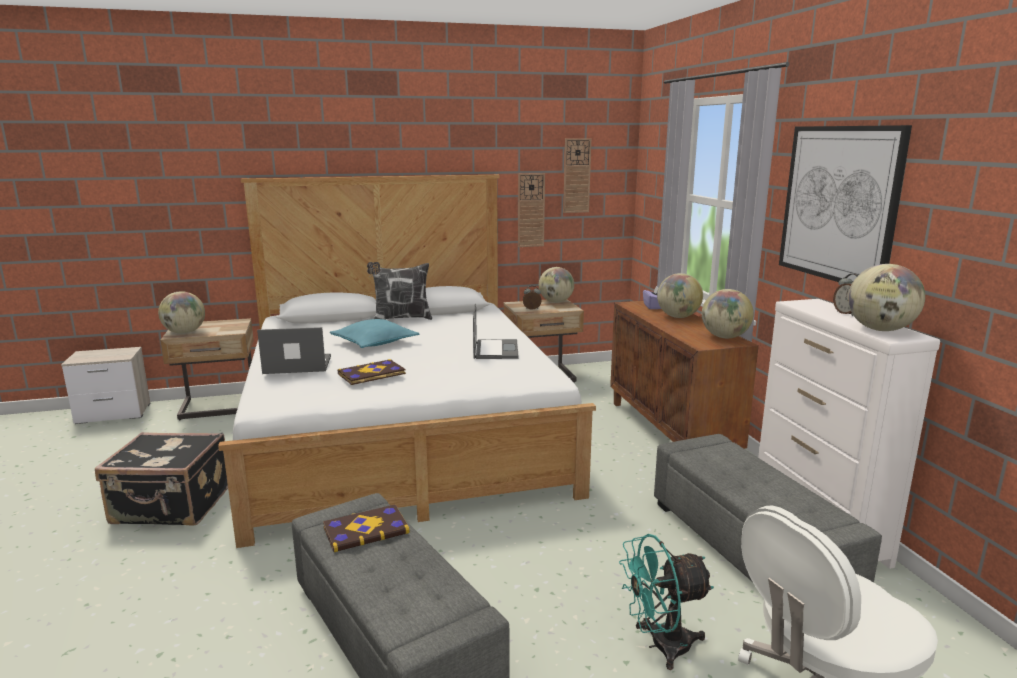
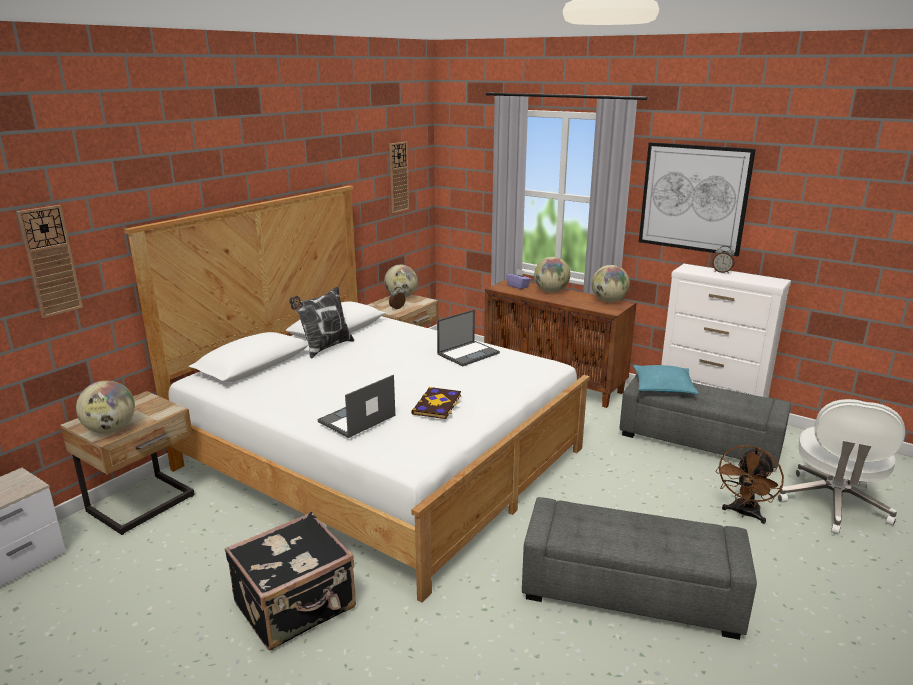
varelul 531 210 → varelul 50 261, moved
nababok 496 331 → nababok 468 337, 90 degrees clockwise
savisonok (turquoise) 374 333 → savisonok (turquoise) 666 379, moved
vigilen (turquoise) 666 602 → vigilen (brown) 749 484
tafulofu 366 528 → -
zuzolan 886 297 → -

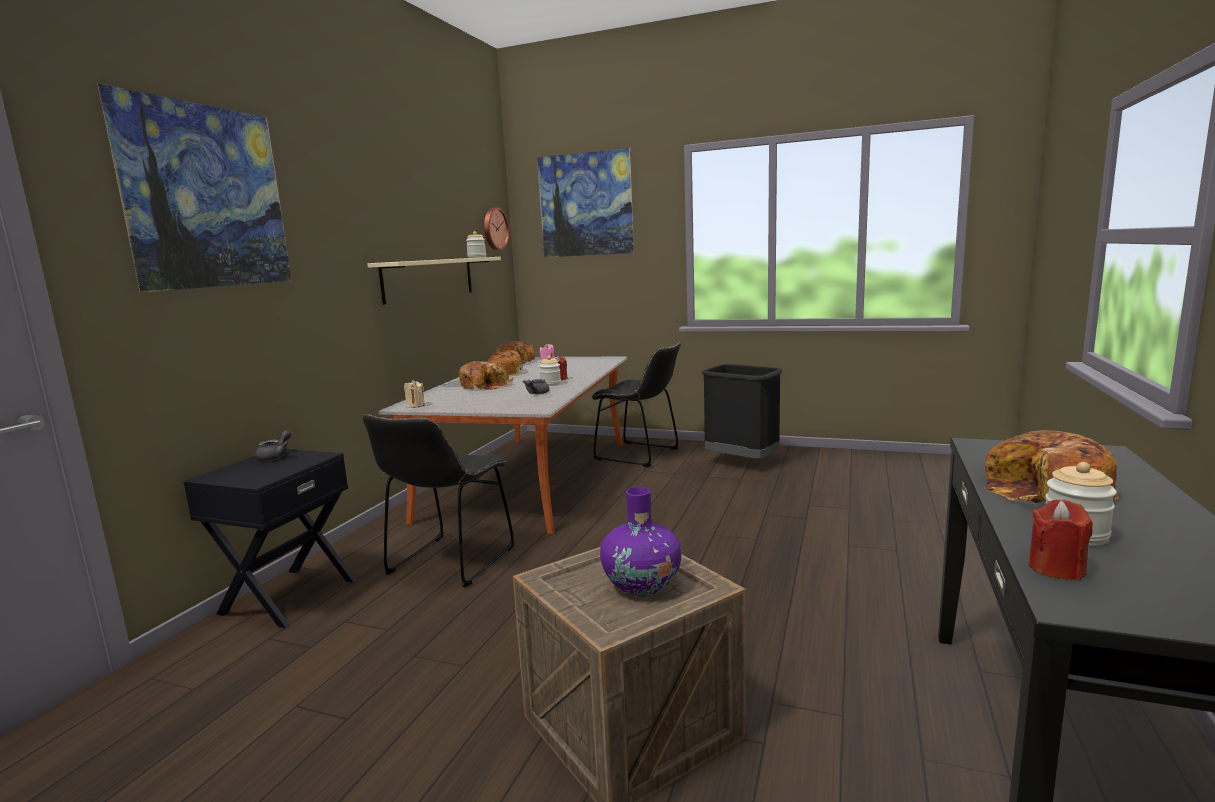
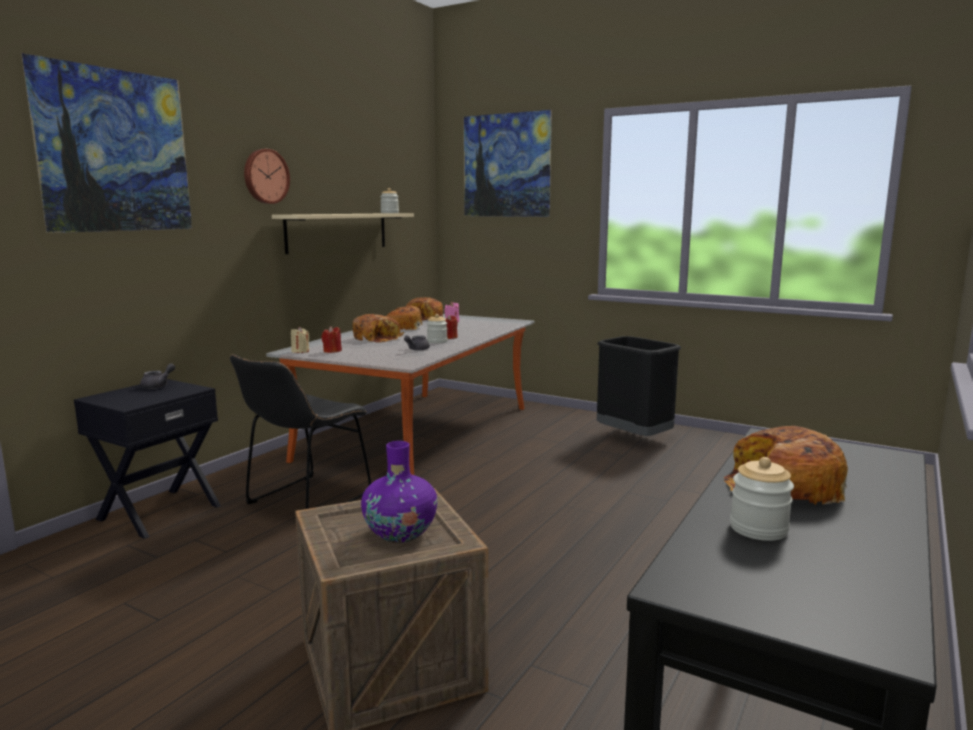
varelul 496 229 → varelul 267 176, moved
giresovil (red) 1060 540 → giresovil (red) 331 339, moved
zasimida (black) 636 404 → -

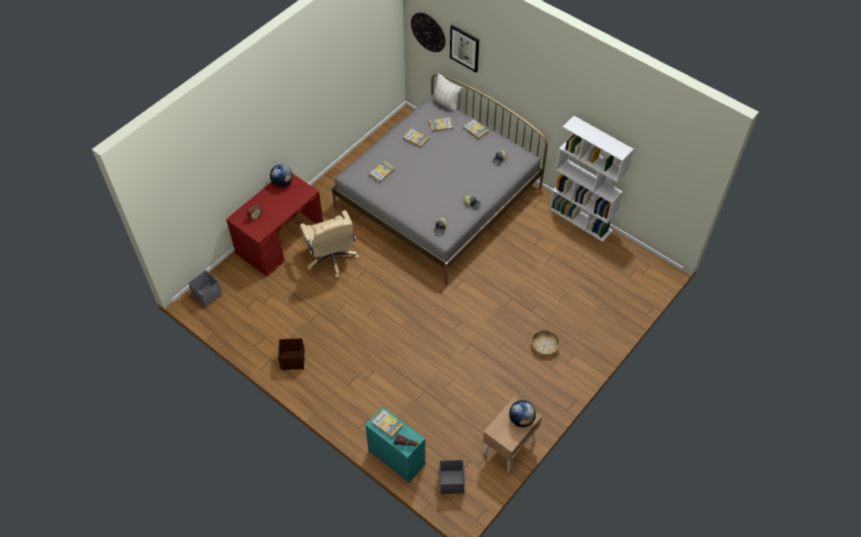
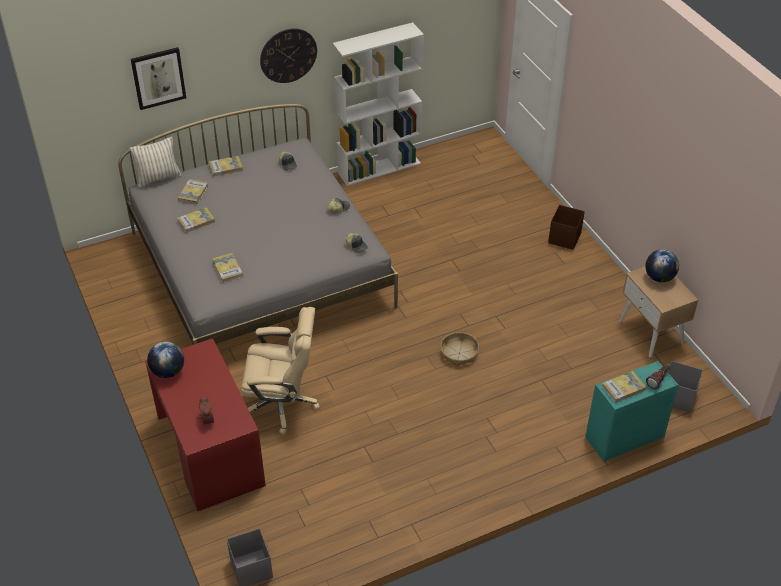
varelul 428 32 → varelul 288 55, moved
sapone 545 343 → sapone 460 349, moved
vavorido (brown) 291 354 → vavorido (brown) 566 227, moved

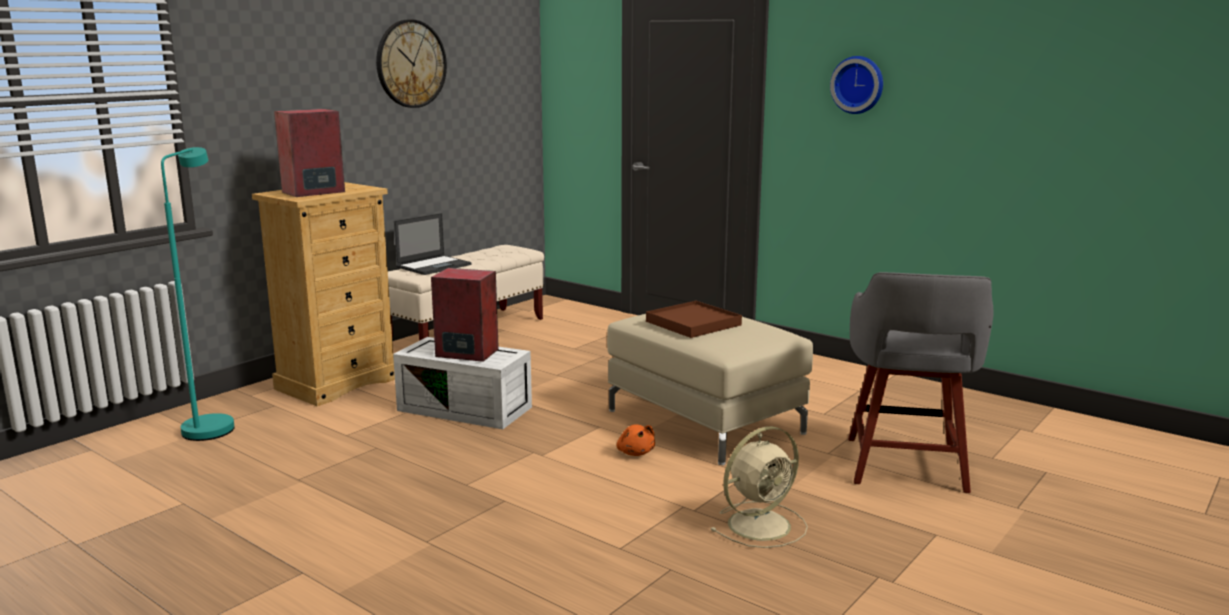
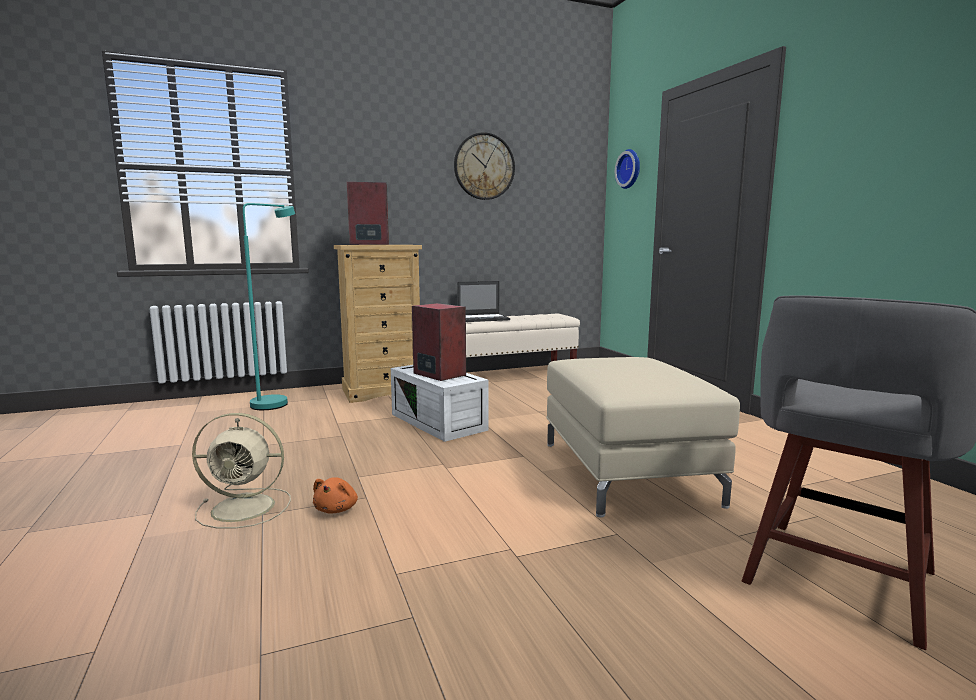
vigilen (beige) 759 487 → vigilen (beige) 241 471, moved
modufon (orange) 636 440 → modufon (orange) 335 495, moved
varelul 856 85 → varelul 627 169, moved
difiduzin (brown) 694 319 → -

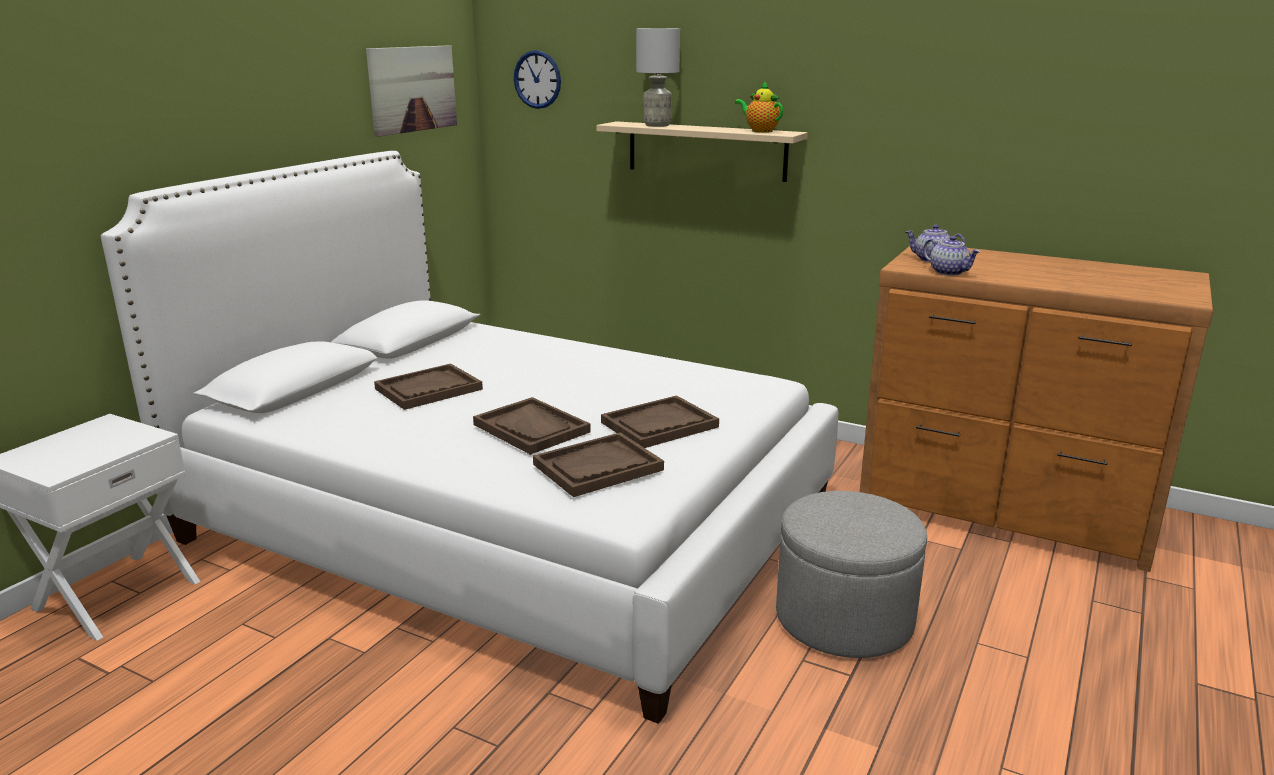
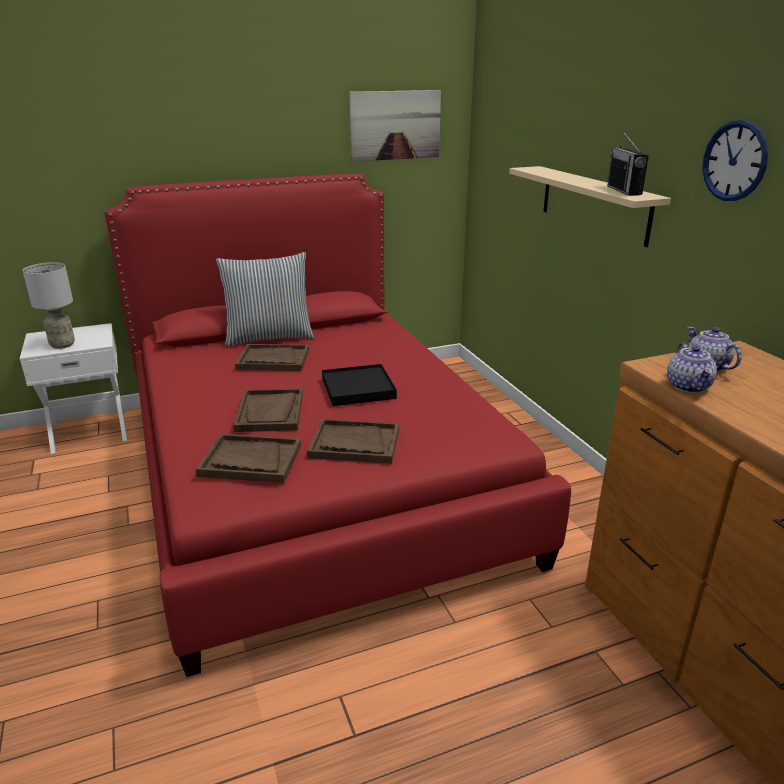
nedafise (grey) 658 77 → nedafise (grey) 49 305, moved
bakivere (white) 469 437 → bakivere (red) 337 425
- → savisonok 265 299
- → difiduzin (black) 359 385
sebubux 759 107 → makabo 628 163
varelul 537 79 → varelul 735 160, moved
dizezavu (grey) 851 574 → -

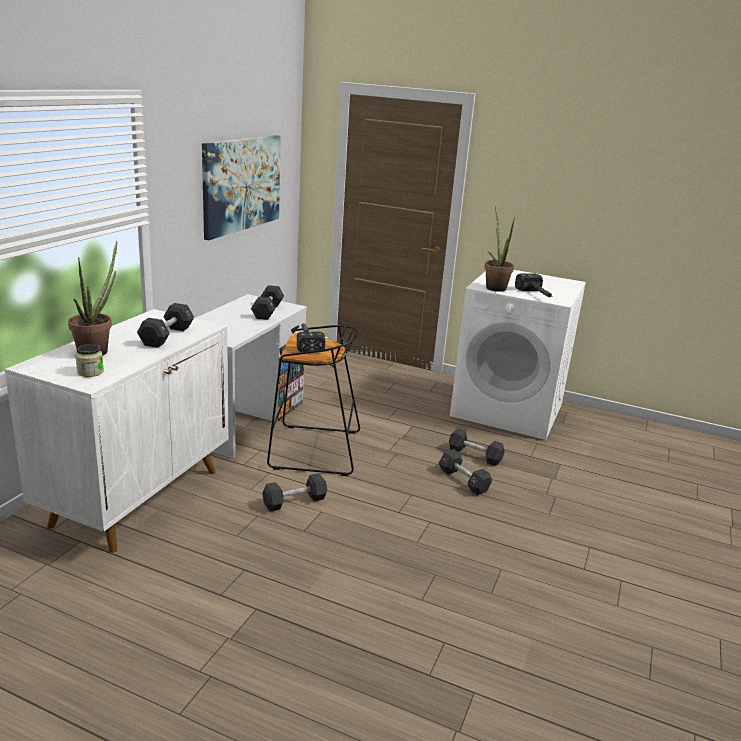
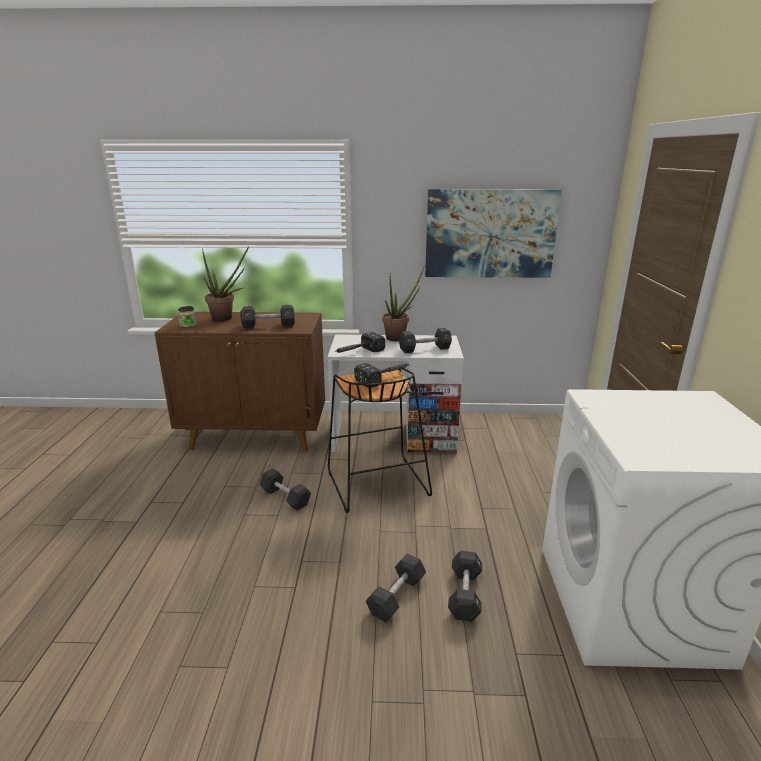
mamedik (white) 117 431 → mamedik (brown) 240 382
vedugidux 534 285 → vedugidux 359 342, moved
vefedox 499 249 → vefedox 403 304, moved

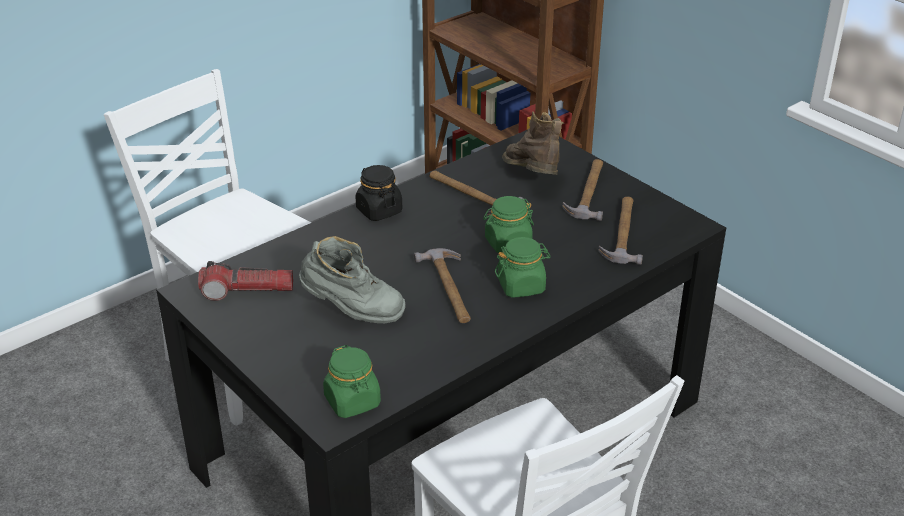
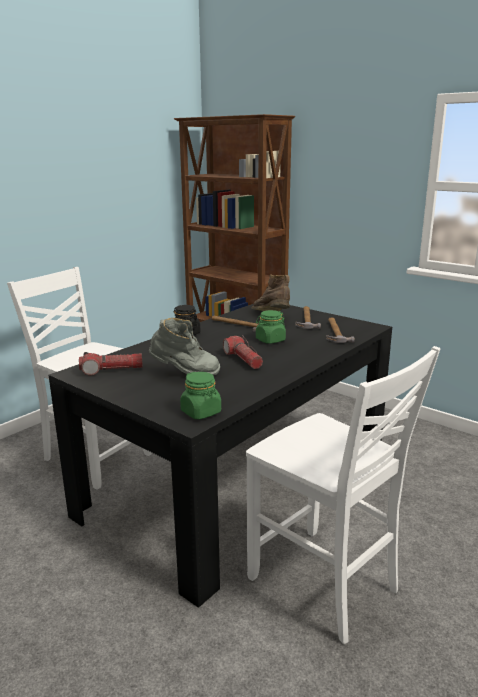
vedugidux 442 285 → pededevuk 243 352
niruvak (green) 523 267 → -

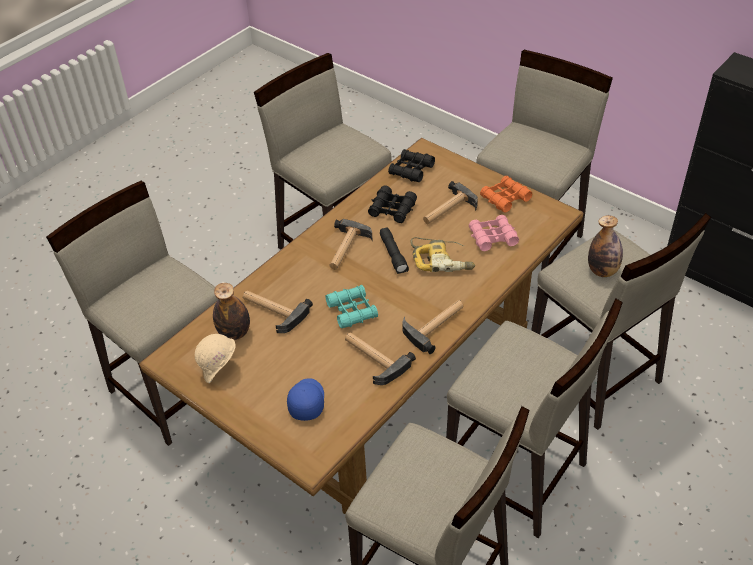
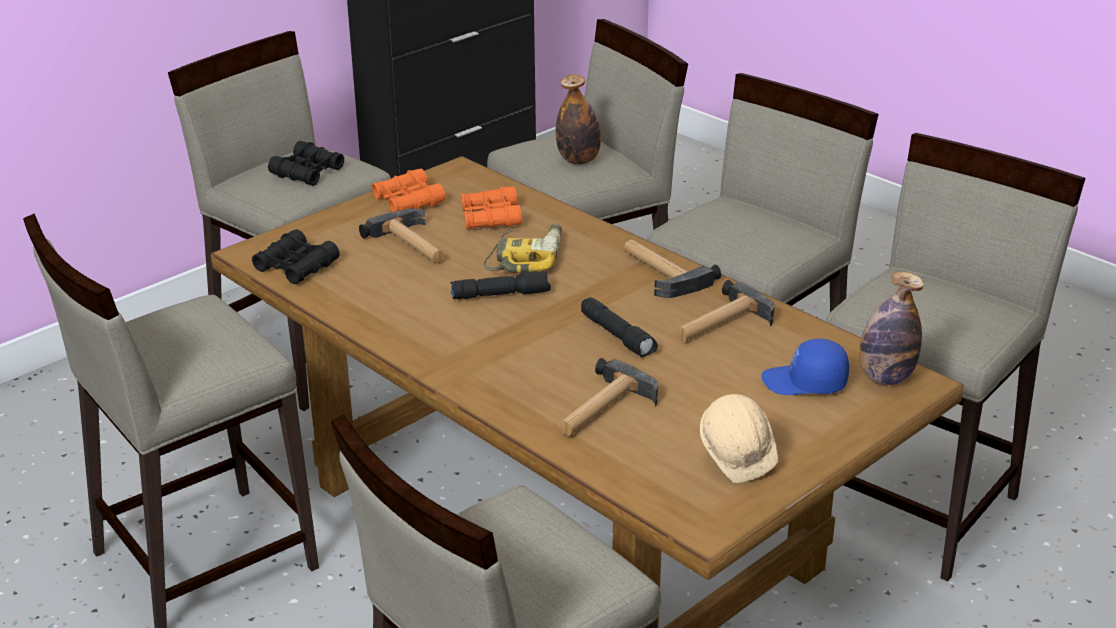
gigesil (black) 392 204 → gigesil (black) 306 163, moved
gigesil (pink) 494 233 → gigesil (orange) 491 208
gigesil (turquoise) 352 306 → pededevuk (black) 619 327
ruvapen 231 311 → ruvapen 891 328, moved
vedugidux 351 244 → -

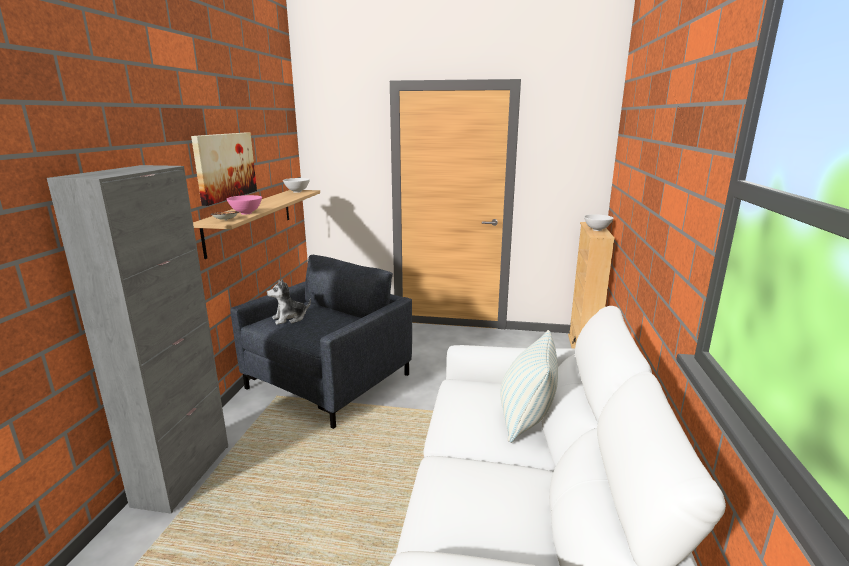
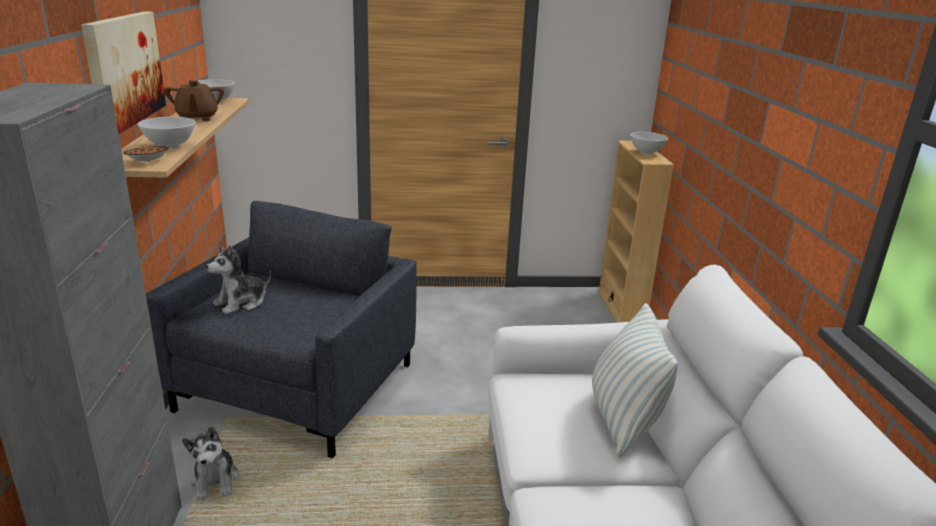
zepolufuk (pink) 244 205 → zepolufuk (white) 166 133
- → sebubux (brown) 194 100
- → modufon 210 463

